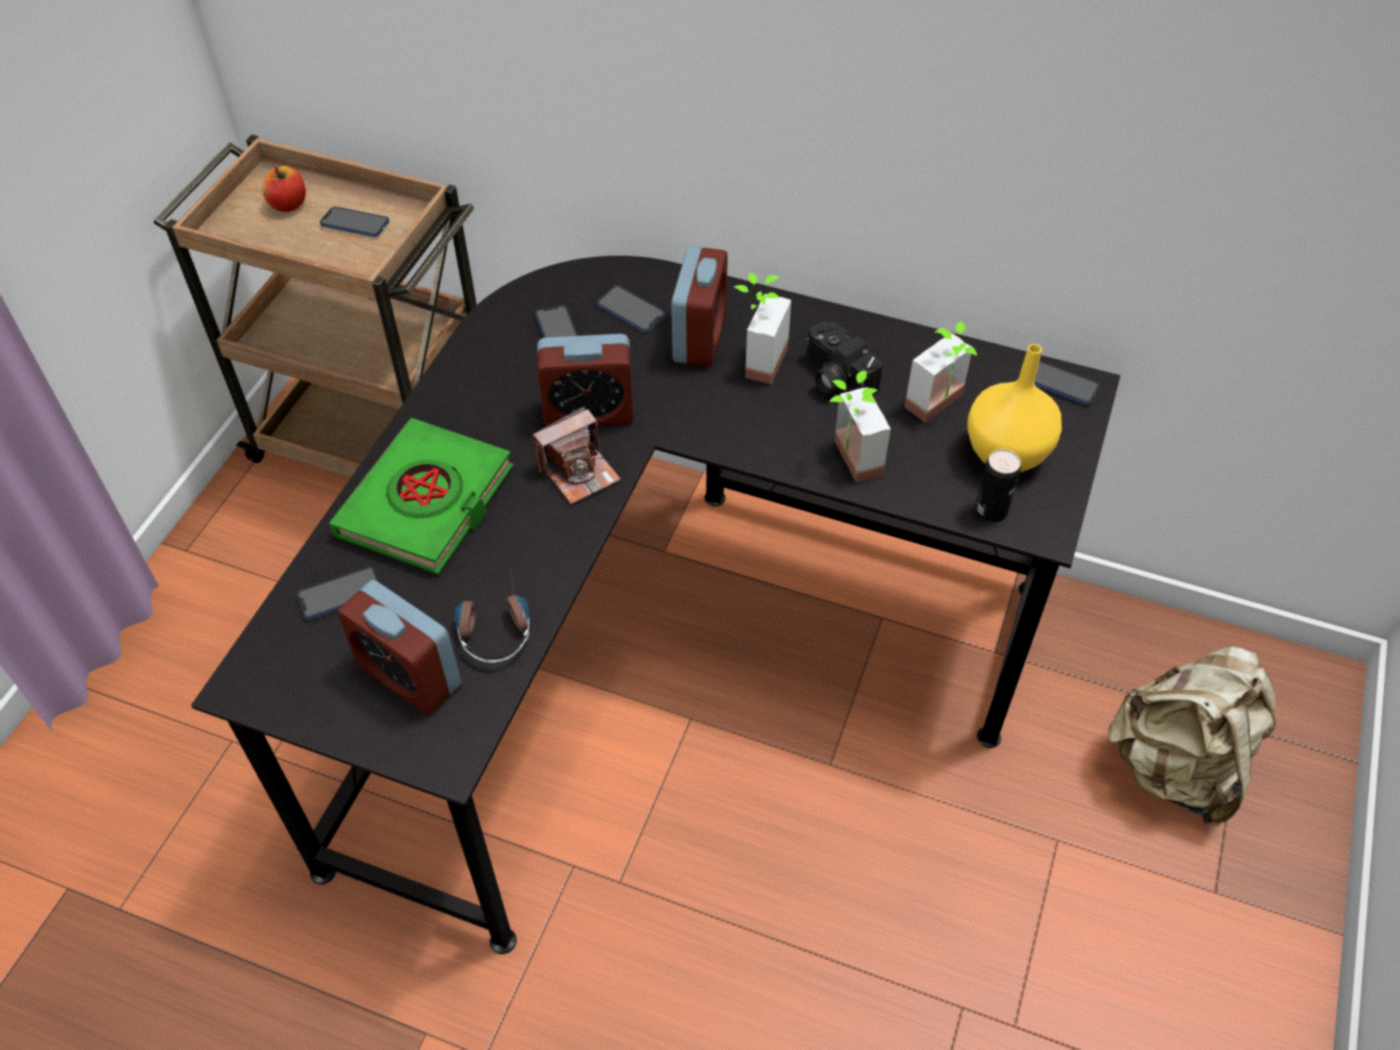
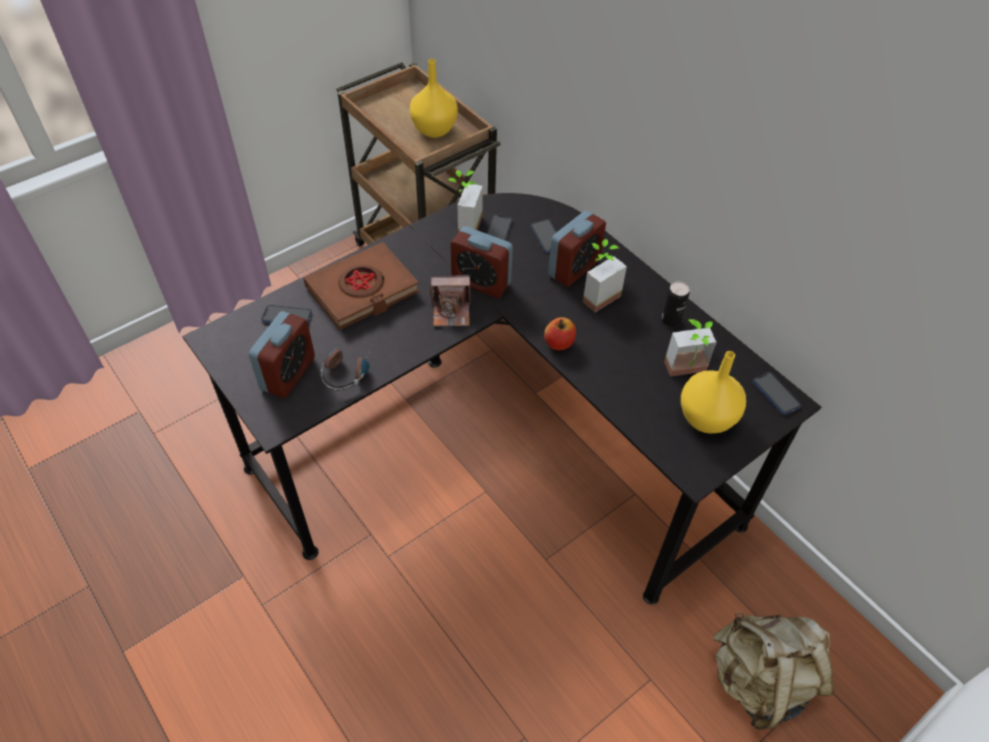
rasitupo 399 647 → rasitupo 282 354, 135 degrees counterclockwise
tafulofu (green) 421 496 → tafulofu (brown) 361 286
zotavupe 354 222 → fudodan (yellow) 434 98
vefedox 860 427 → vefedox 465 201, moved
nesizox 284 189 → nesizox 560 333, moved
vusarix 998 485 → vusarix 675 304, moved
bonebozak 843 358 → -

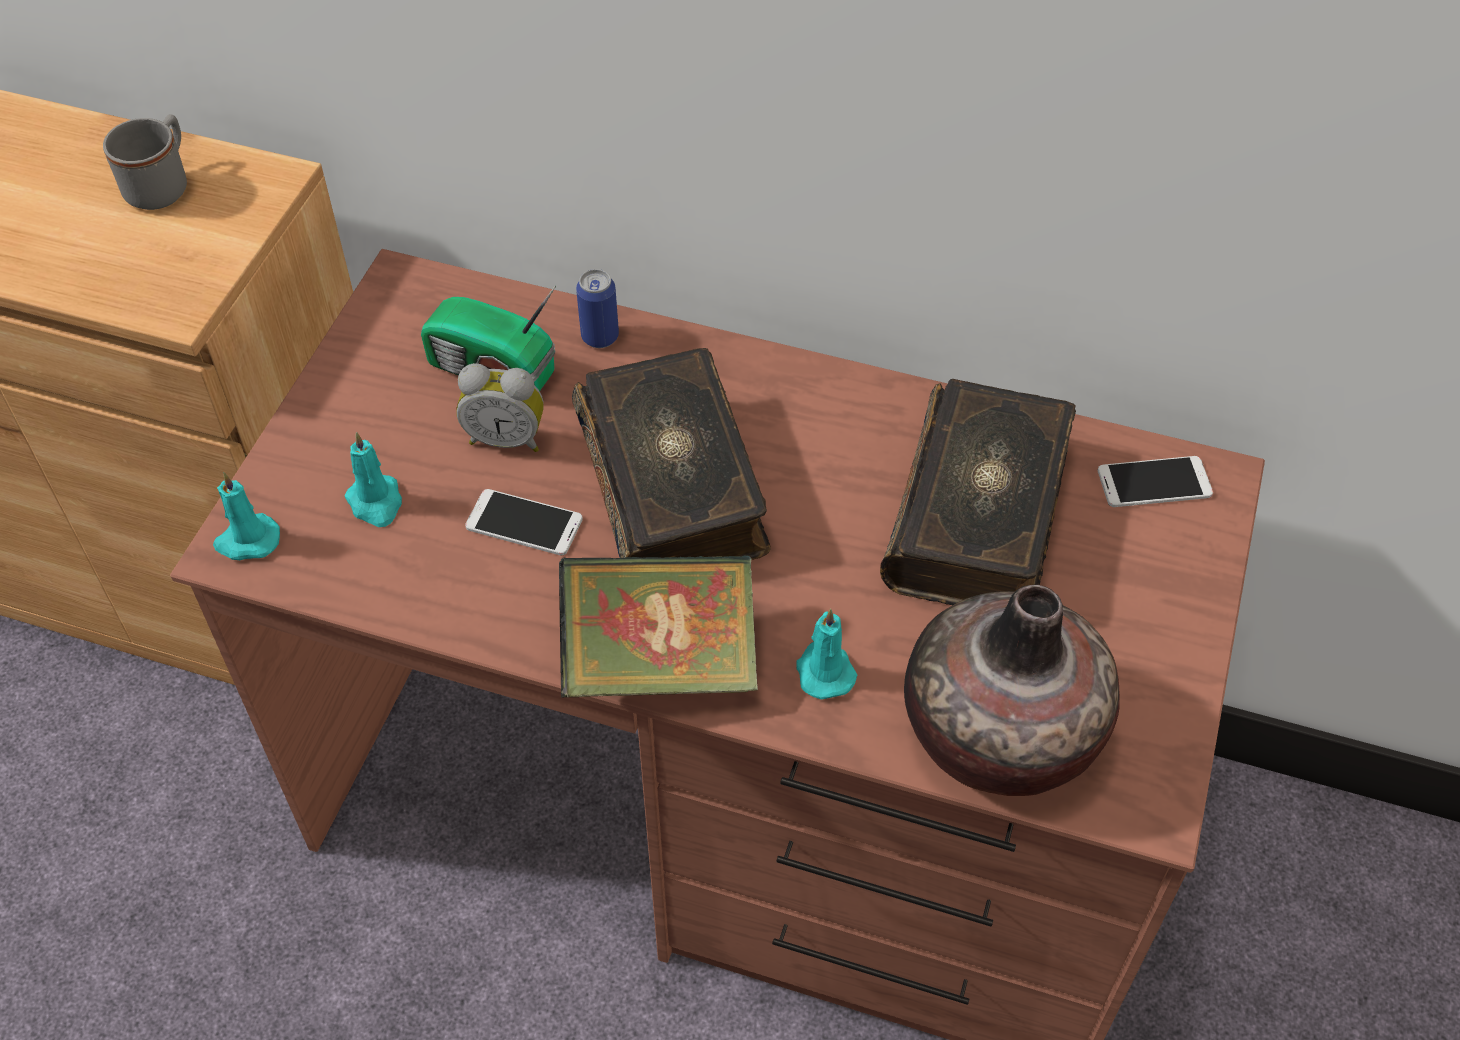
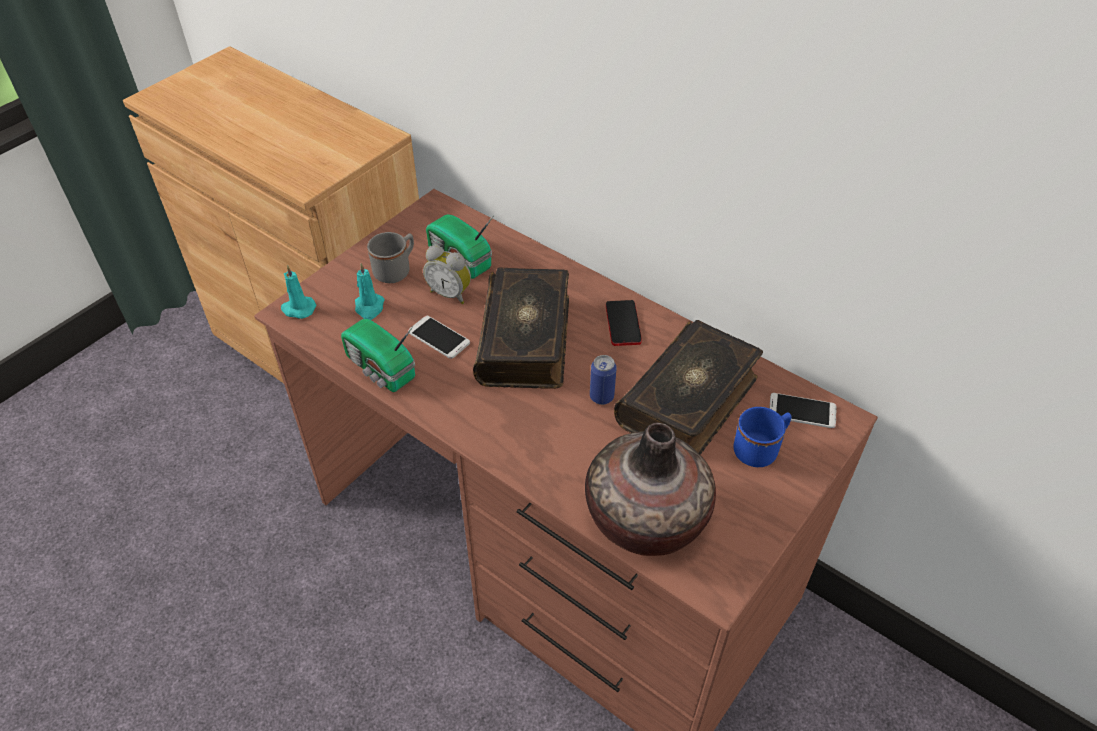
- → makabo 378 355
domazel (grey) 145 162 → domazel (grey) 390 257, moved
vusarix 597 308 → vusarix 603 380, moved
- → zotavupe 624 323
- → domazel (blue) 763 437
tafulofu 658 627 → -
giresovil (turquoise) 826 653 → -

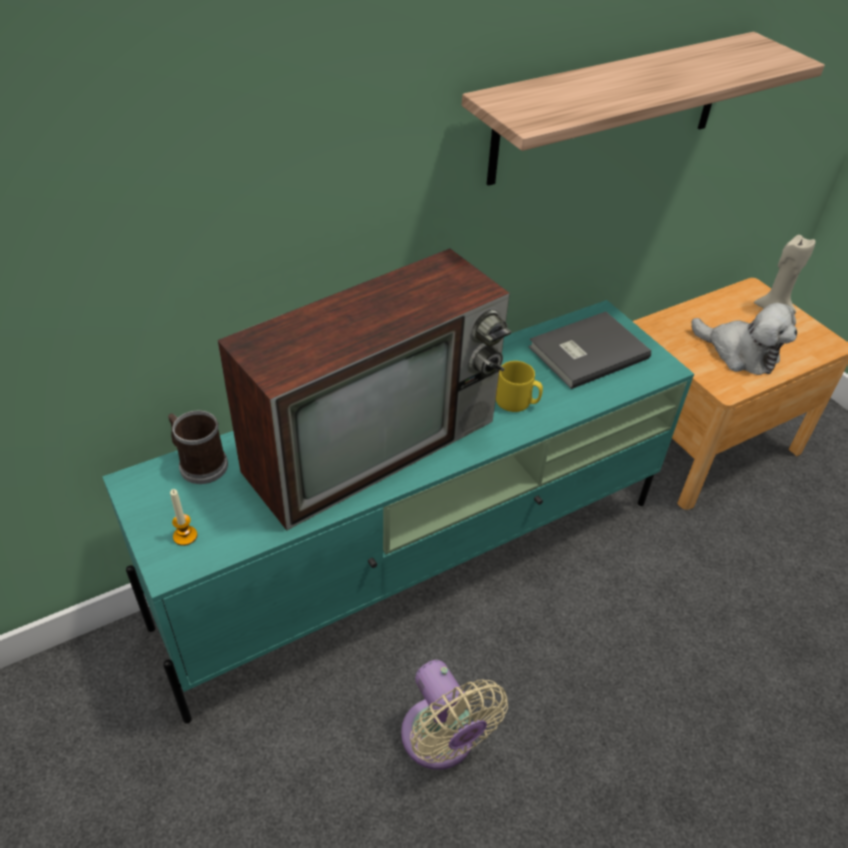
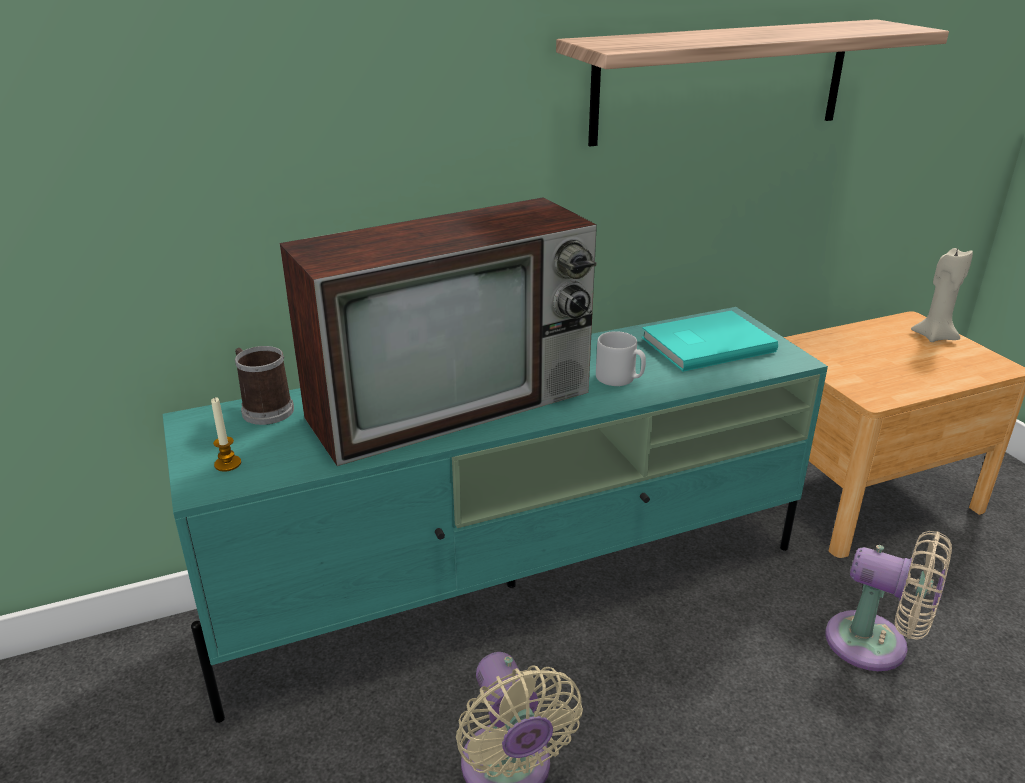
domazel (yellow) 519 386 → domazel (grey) 621 358
tafulofu (grey) 589 350 → tafulofu (turquoise) 710 341
- → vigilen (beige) 888 601
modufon 744 339 → -

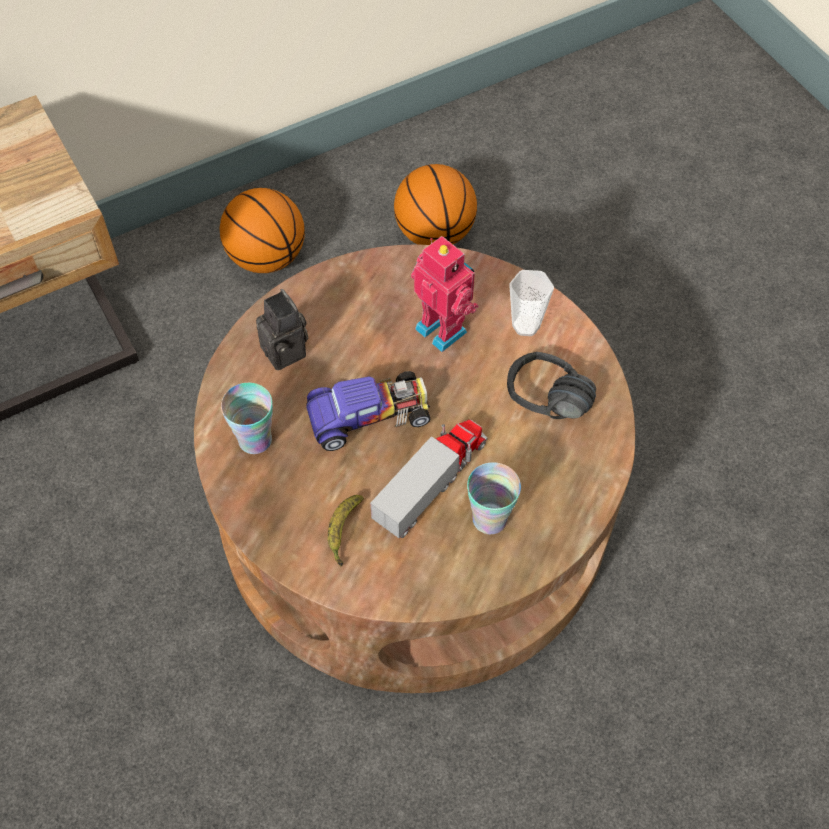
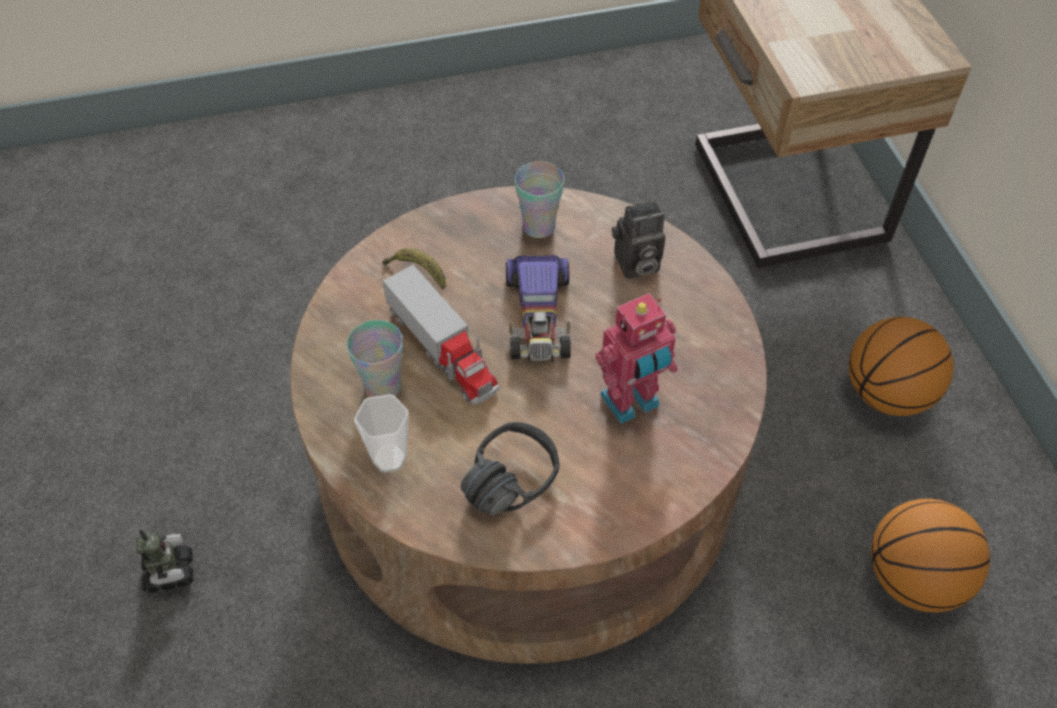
- → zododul 164 561
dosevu 531 303 → dosevu 381 433, moved

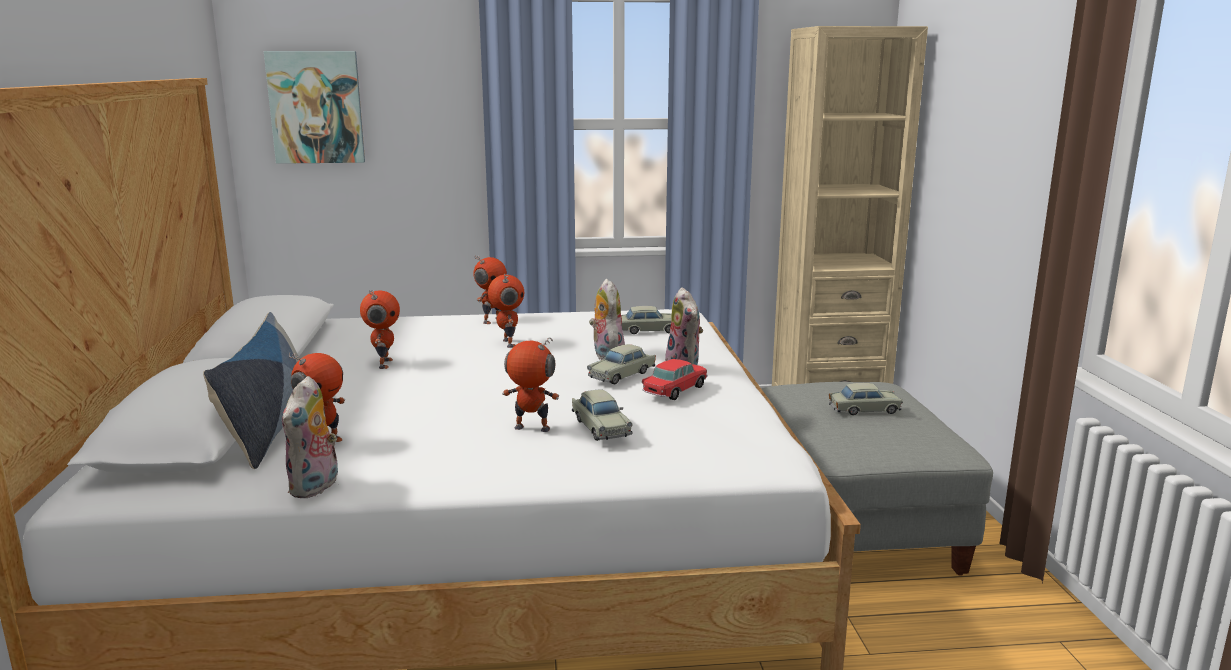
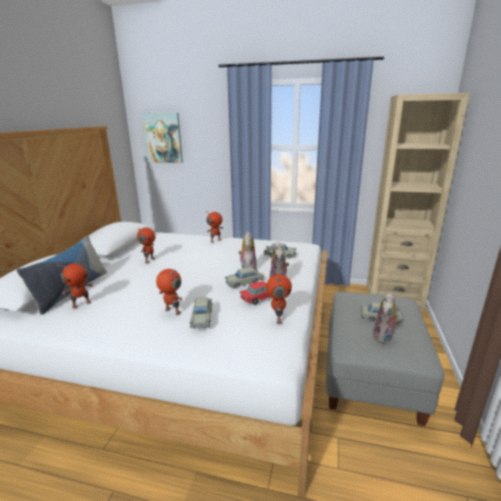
zododul 506 311 → zododul 279 299, moved
modufon 310 437 → modufon 386 318, moved

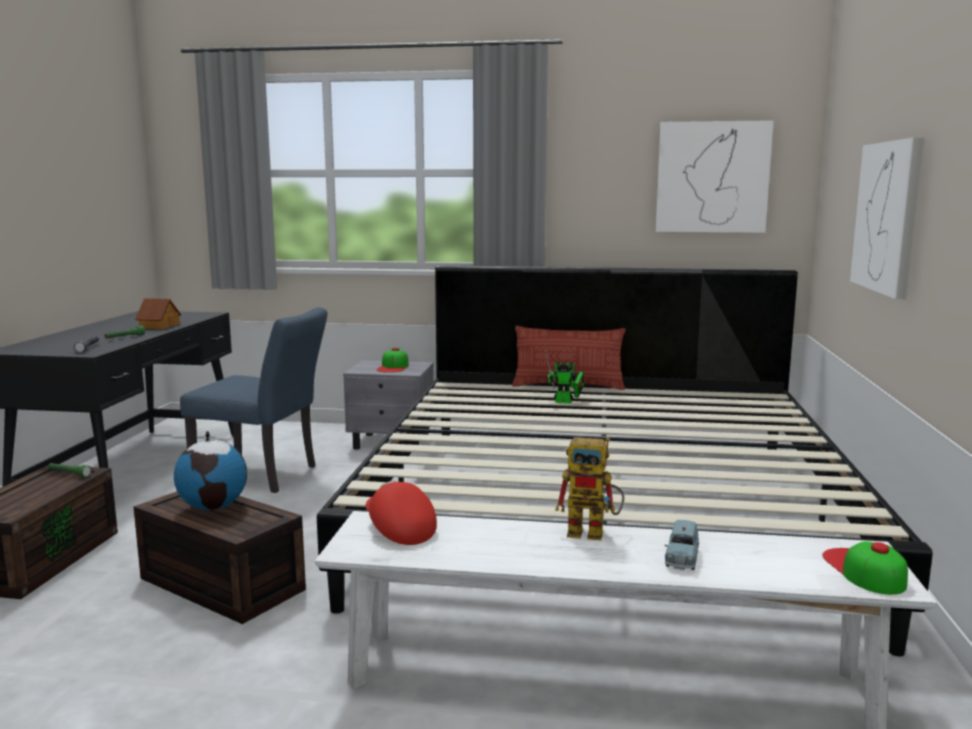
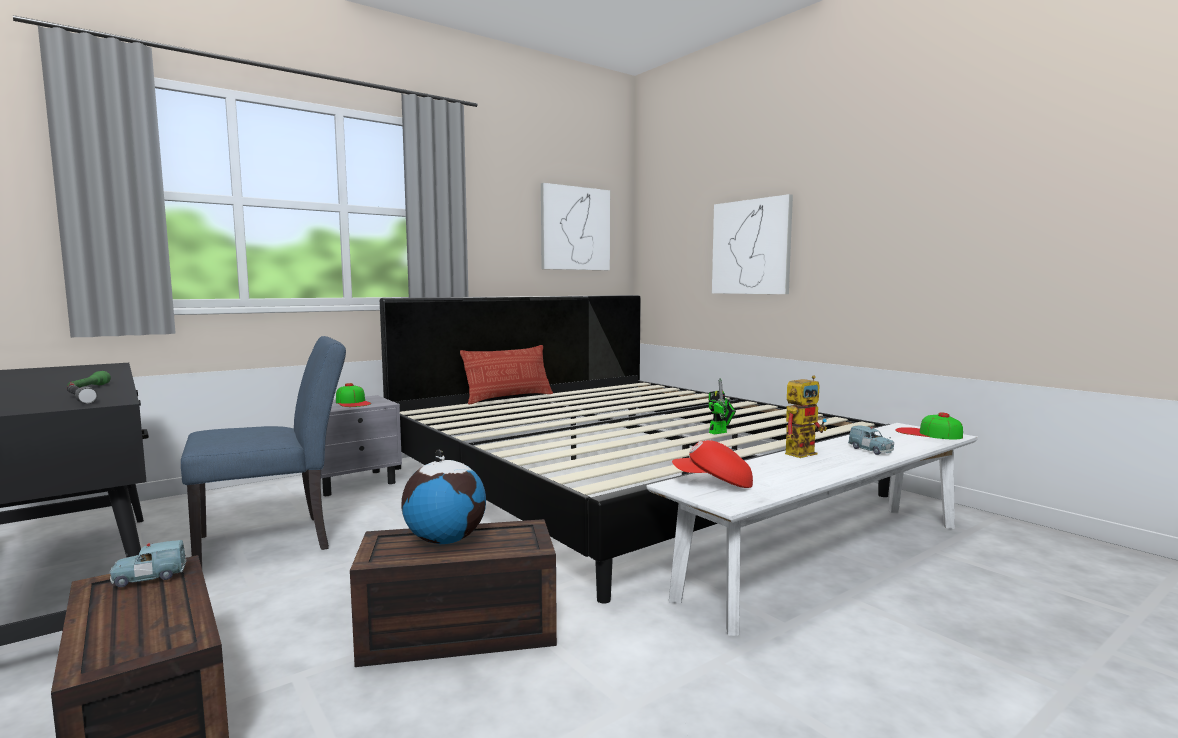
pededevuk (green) 70 470 → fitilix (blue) 148 563
zododul 564 376 → zododul 722 406, moved
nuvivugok 158 313 → -

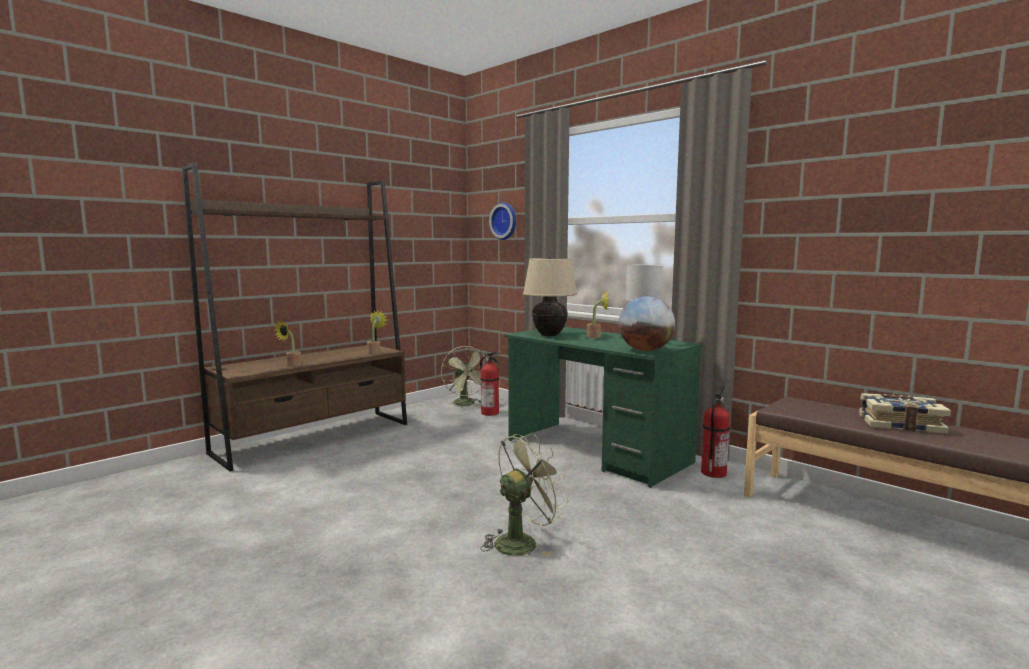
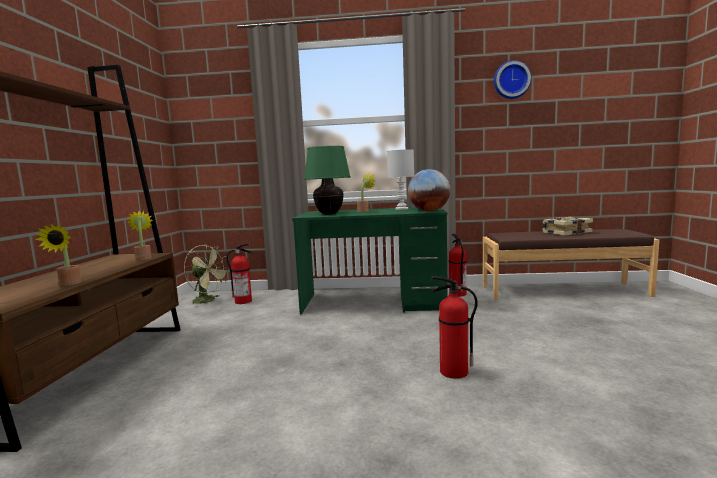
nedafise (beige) 550 296 → nedafise (green) 327 180
vigilen (green) 525 494 → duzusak 454 327
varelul 502 221 → varelul 513 79, moved

